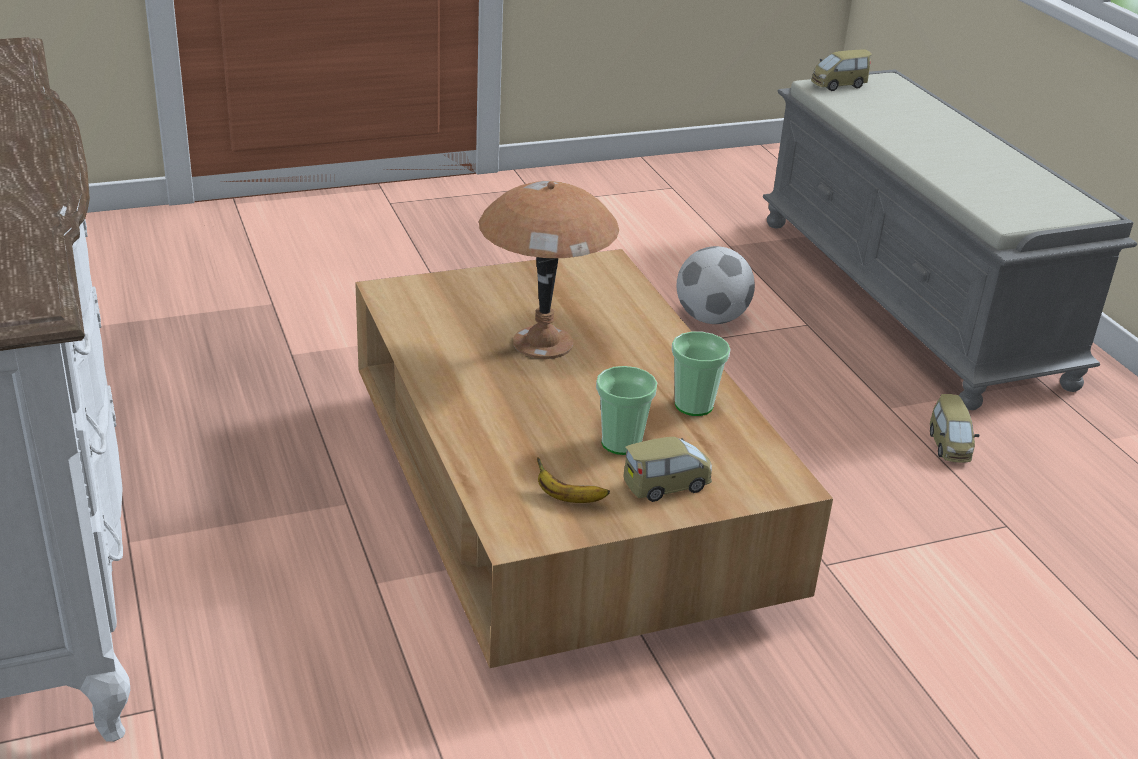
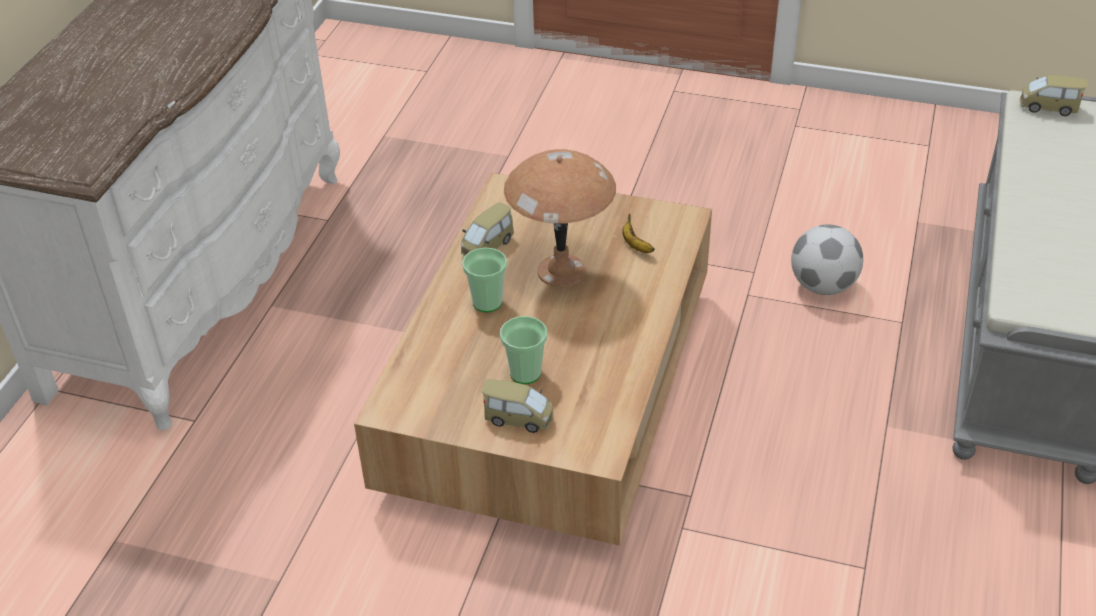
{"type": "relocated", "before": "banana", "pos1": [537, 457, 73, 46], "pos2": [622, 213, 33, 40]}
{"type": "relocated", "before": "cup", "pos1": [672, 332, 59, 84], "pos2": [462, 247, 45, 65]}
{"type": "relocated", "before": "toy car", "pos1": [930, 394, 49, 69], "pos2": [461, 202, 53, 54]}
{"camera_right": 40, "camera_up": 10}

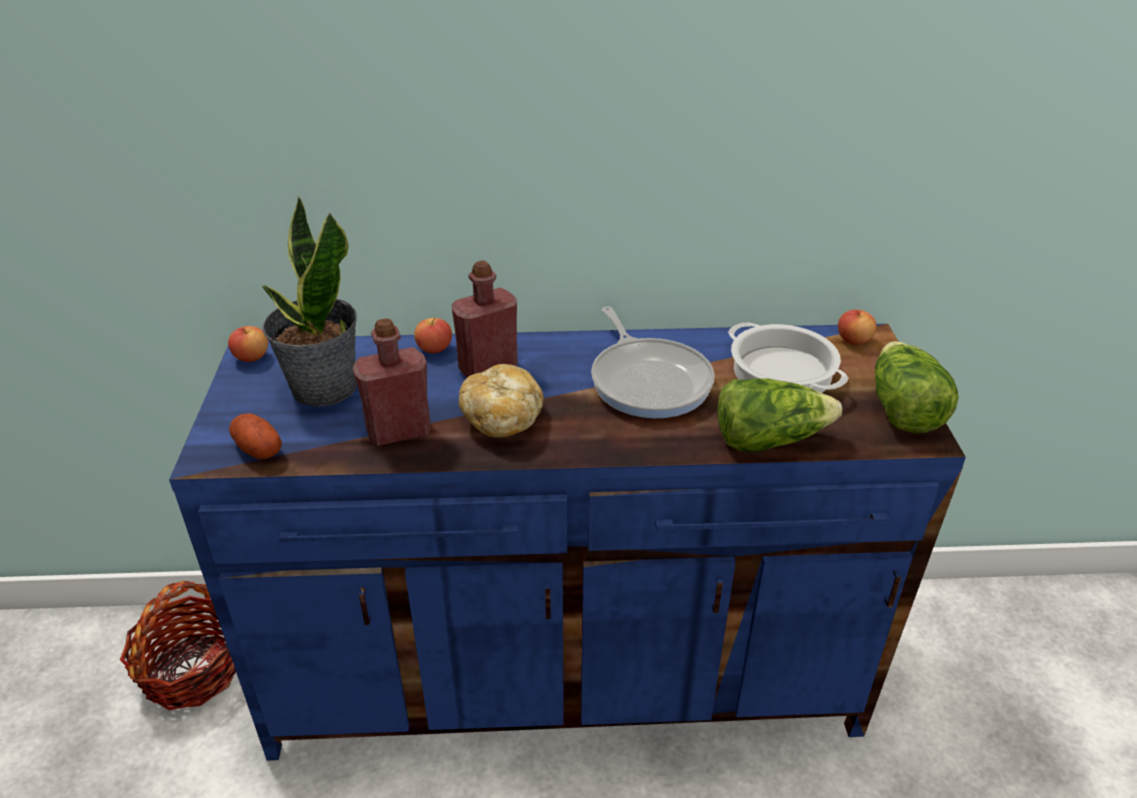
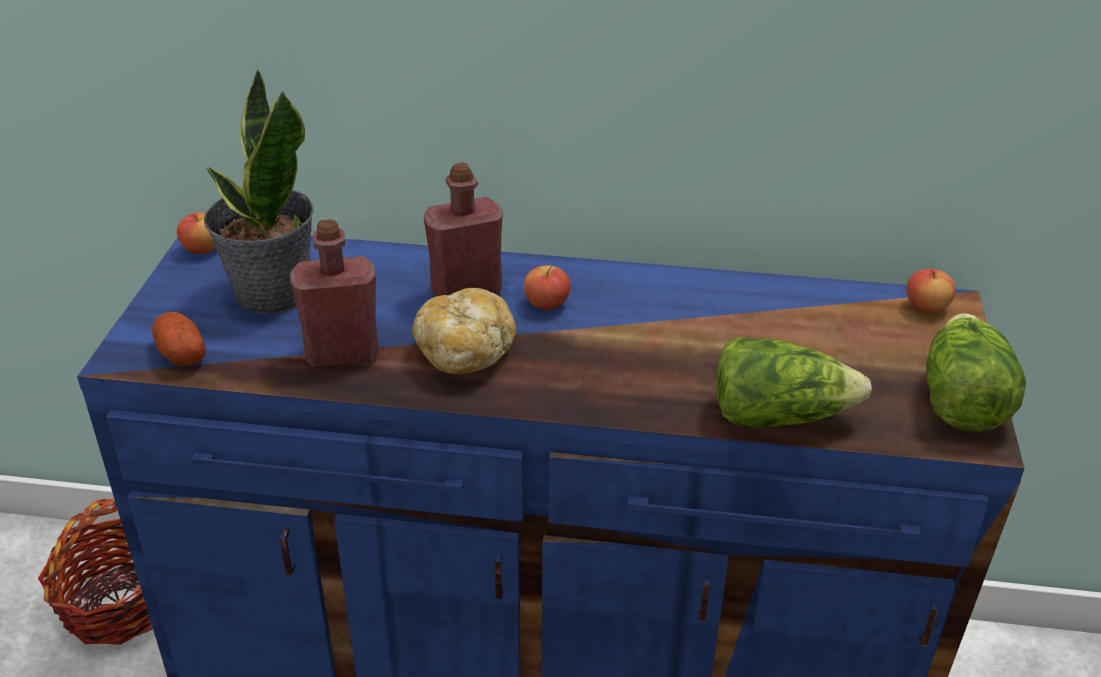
{"type": "missing", "before": "frying pan", "pos1": [591, 306, 123, 112]}
{"type": "missing", "before": "cooking pot", "pos1": [728, 322, 121, 71]}
{"type": "relocated", "before": "apple", "pos1": [414, 318, 38, 35], "pos2": [524, 265, 47, 45]}
{"camera_right": 10, "camera_up": 0}

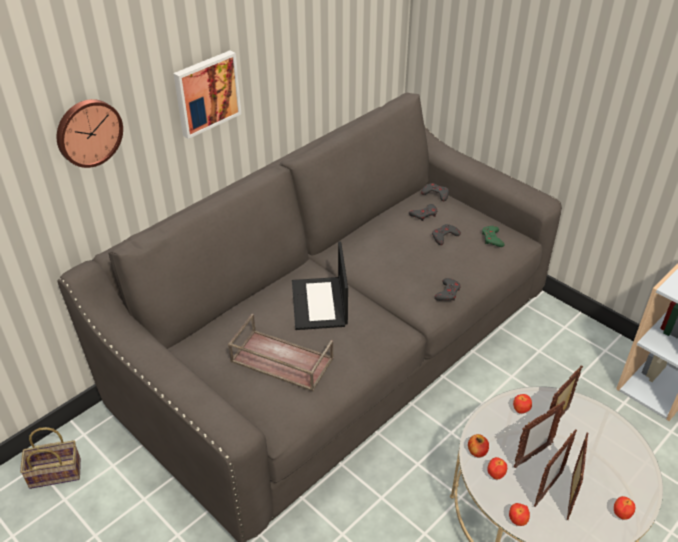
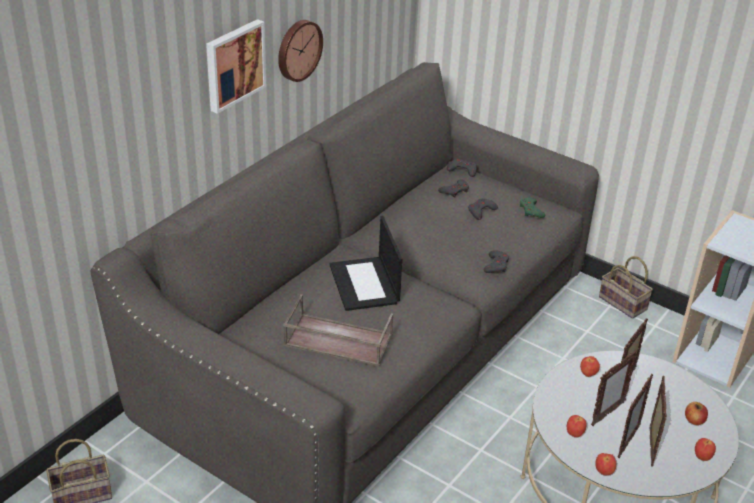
{"type": "appeared", "after": "basket", "pos2": [599, 256, 54, 63]}
{"type": "relocated", "before": "wall clock", "pos1": [57, 99, 66, 69], "pos2": [278, 20, 45, 62]}
{"type": "relocated", "before": "apple", "pos1": [468, 434, 21, 23], "pos2": [685, 402, 23, 23]}
{"camera_right": -10, "camera_up": -5}

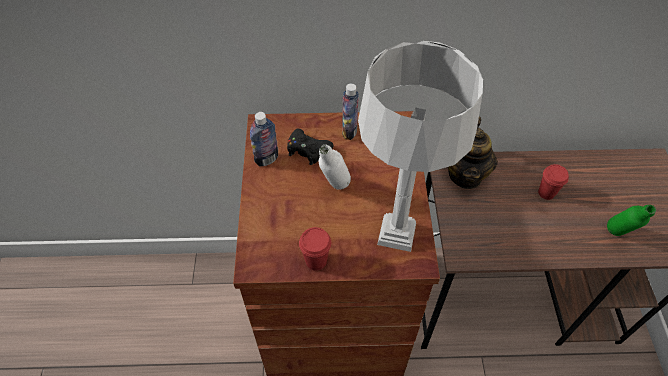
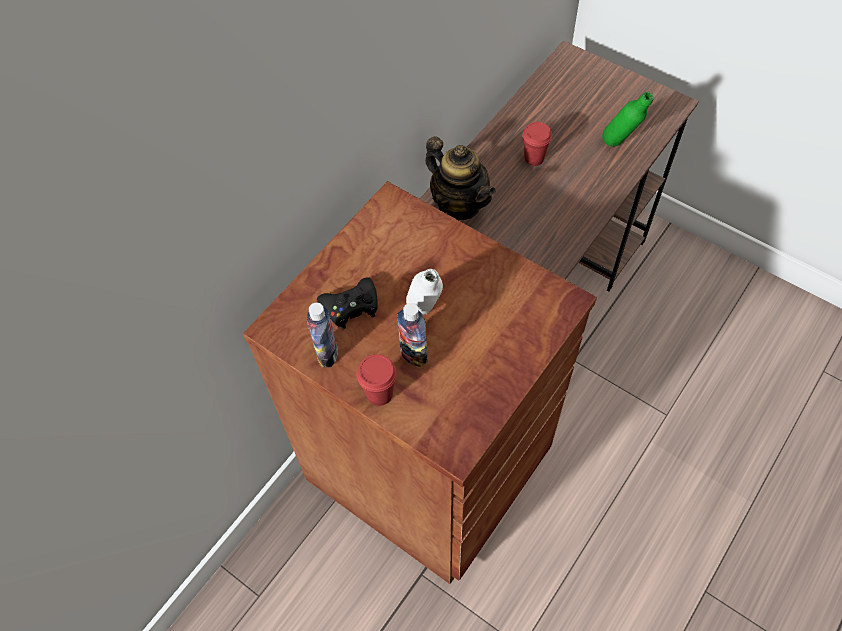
{"type": "missing", "before": "grey table lamp", "pos1": [358, 41, 125, 211]}
{"type": "relocated", "before": "red cup", "pos1": [299, 227, 32, 44], "pos2": [357, 354, 40, 52]}
{"type": "relocated", "before": "bottle", "pos1": [342, 83, 17, 57], "pos2": [397, 303, 31, 64]}
{"camera_right": -50, "camera_up": 5}

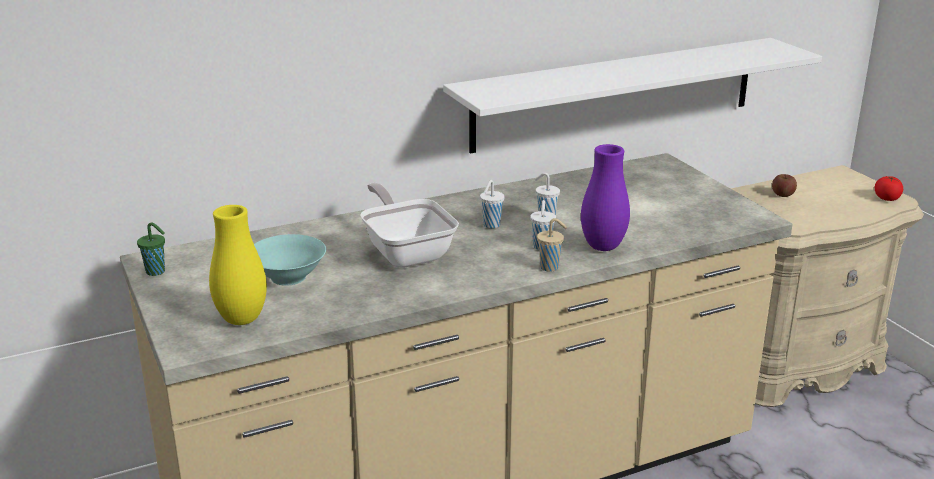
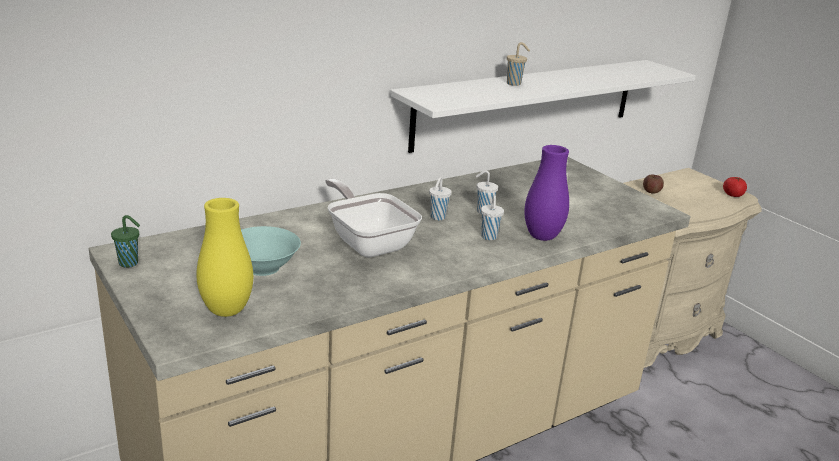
{"type": "relocated", "before": "beige cup", "pos1": [537, 218, 30, 54], "pos2": [507, 42, 23, 44]}
{"camera_right": -10, "camera_up": 0}

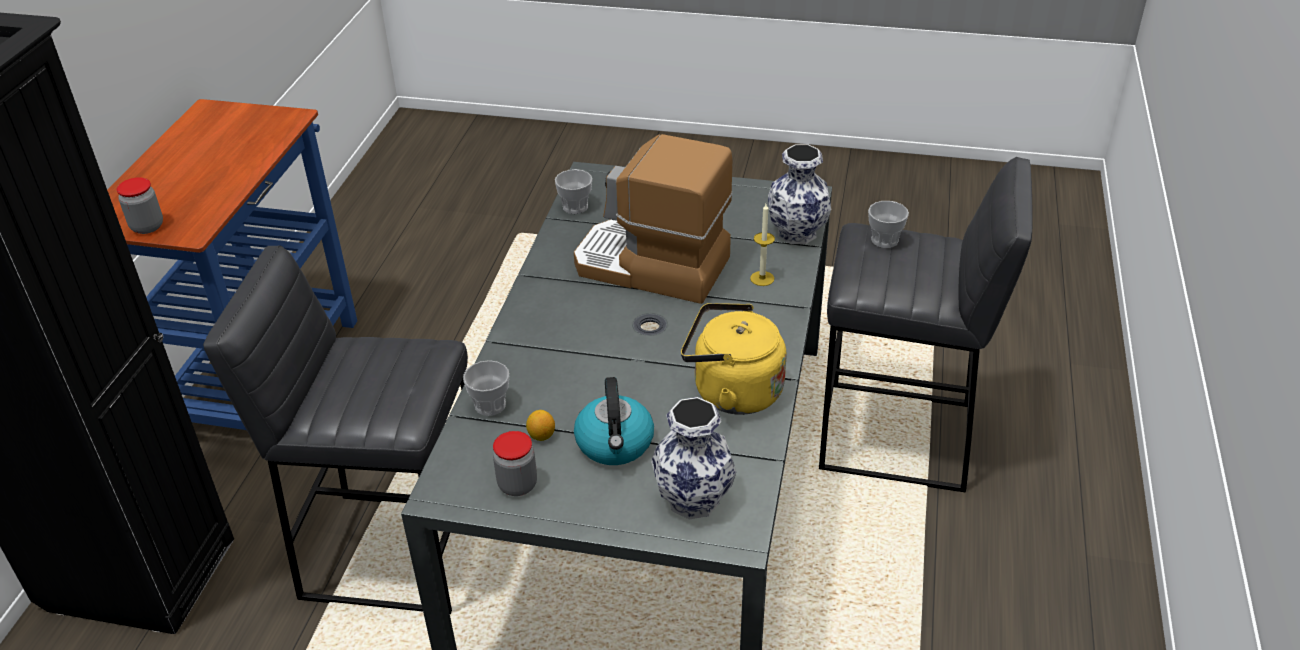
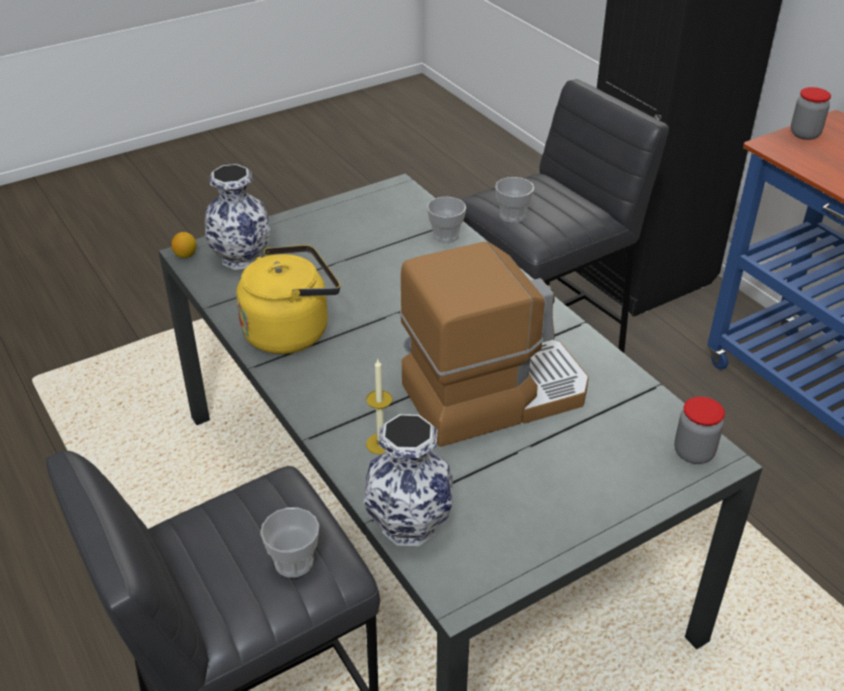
{"type": "missing", "before": "kettle", "pos1": [574, 377, 80, 88]}
{"type": "relocated", "before": "jar", "pos1": [493, 431, 44, 65], "pos2": [674, 397, 51, 67]}
{"type": "relocated", "before": "lemon", "pos1": [526, 410, 29, 31], "pos2": [171, 232, 25, 26]}
{"type": "relocated", "before": "cup", "pos1": [555, 169, 37, 45], "pos2": [495, 177, 39, 46]}
{"camera_right": 135, "camera_up": 0}

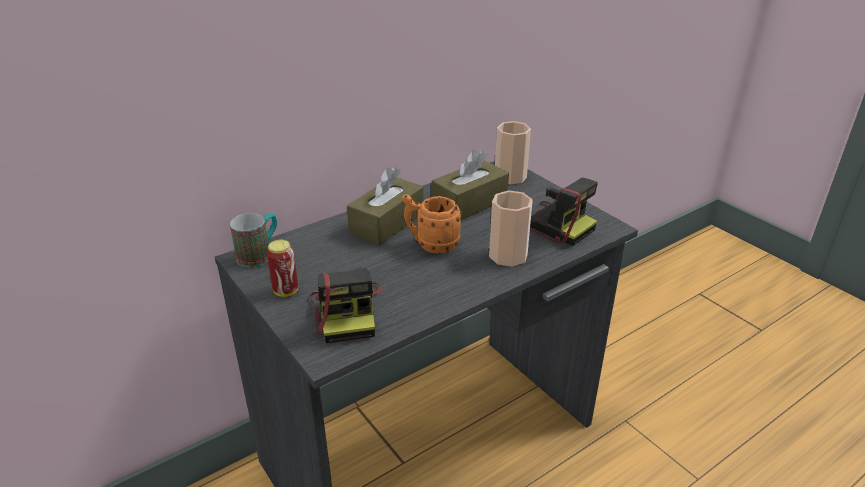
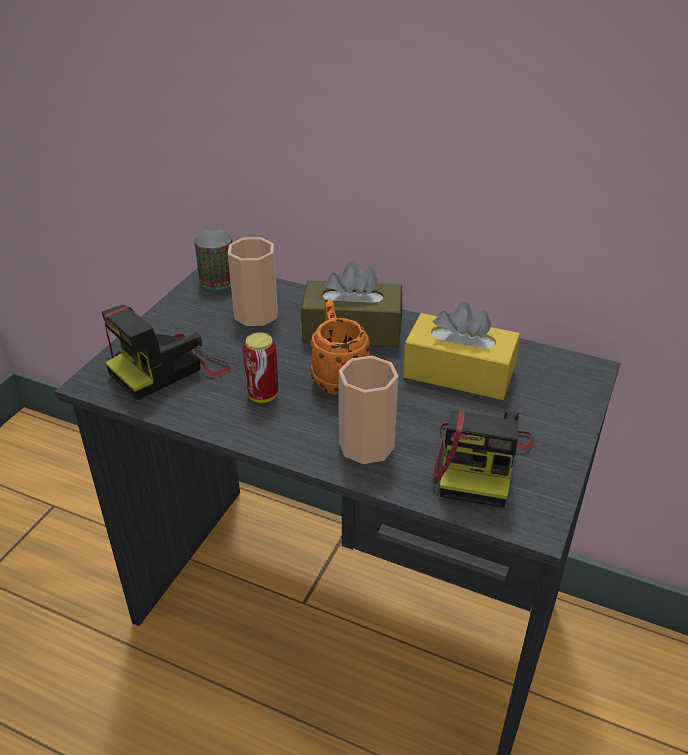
{"type": "relocated", "before": "can", "pos1": [267, 240, 31, 57], "pos2": [243, 332, 35, 71]}
{"type": "relocated", "before": "cup", "pos1": [495, 121, 36, 64], "pos2": [228, 237, 50, 89]}
{"type": "colour", "before": "brown tissue box", "after": "yellow tissue box", "pos1": [431, 150, 78, 70], "pos2": [403, 302, 117, 98]}
{"camera_right": 60, "camera_up": 5}

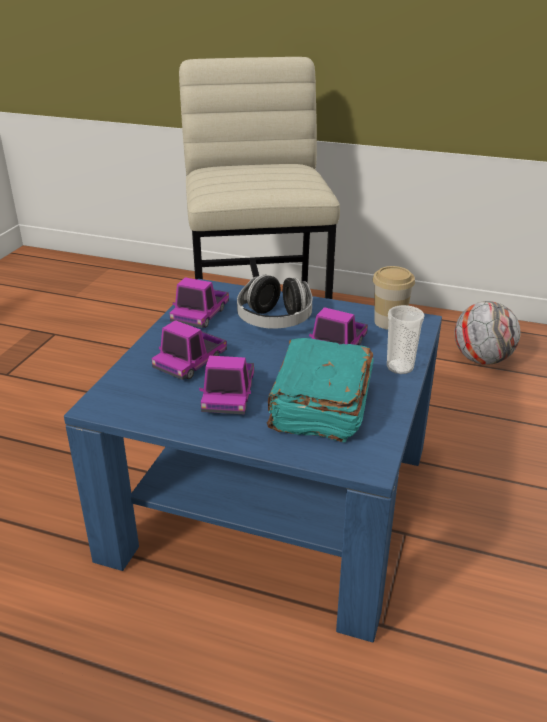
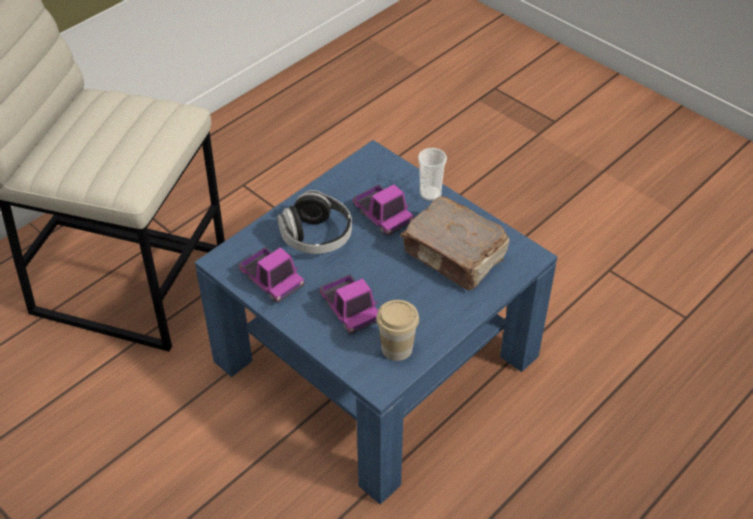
{"type": "missing", "before": "toy truck", "pos1": [199, 356, 55, 59]}
{"type": "missing", "before": "football", "pos1": [454, 301, 67, 64]}
{"type": "relocated", "before": "cup", "pos1": [373, 266, 42, 64], "pos2": [376, 300, 43, 61]}
{"type": "colour", "before": "turquoise book", "after": "brown book", "pos1": [267, 338, 107, 104], "pos2": [401, 196, 109, 95]}
{"camera_right": -65, "camera_up": 15}

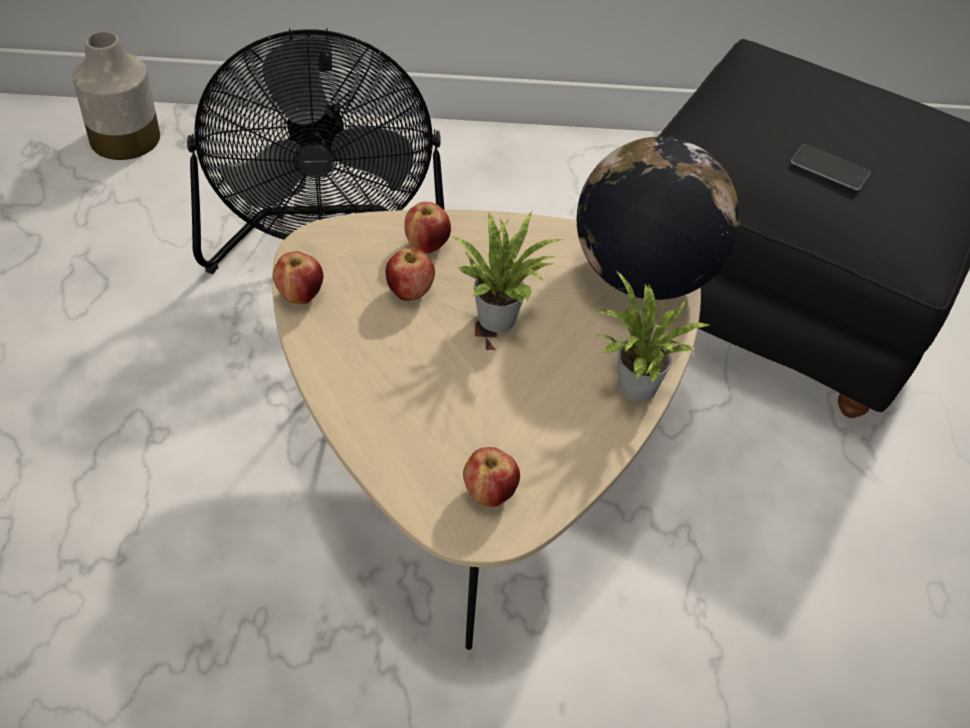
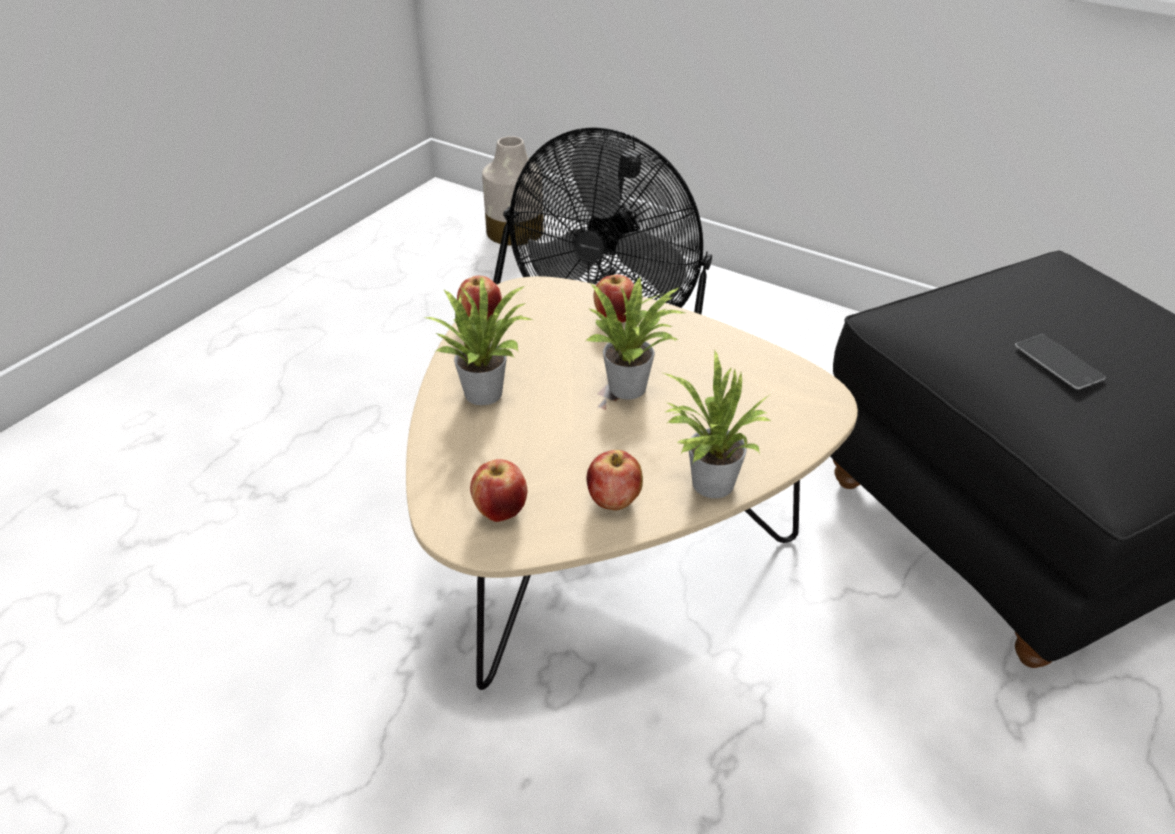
{"type": "missing", "before": "globe", "pos1": [577, 136, 164, 164]}
{"type": "appeared", "after": "potted plant", "pos2": [423, 276, 109, 129]}
{"type": "relocated", "before": "apple", "pos1": [386, 248, 49, 53], "pos2": [586, 450, 57, 60]}
{"camera_right": 35, "camera_up": -10}

